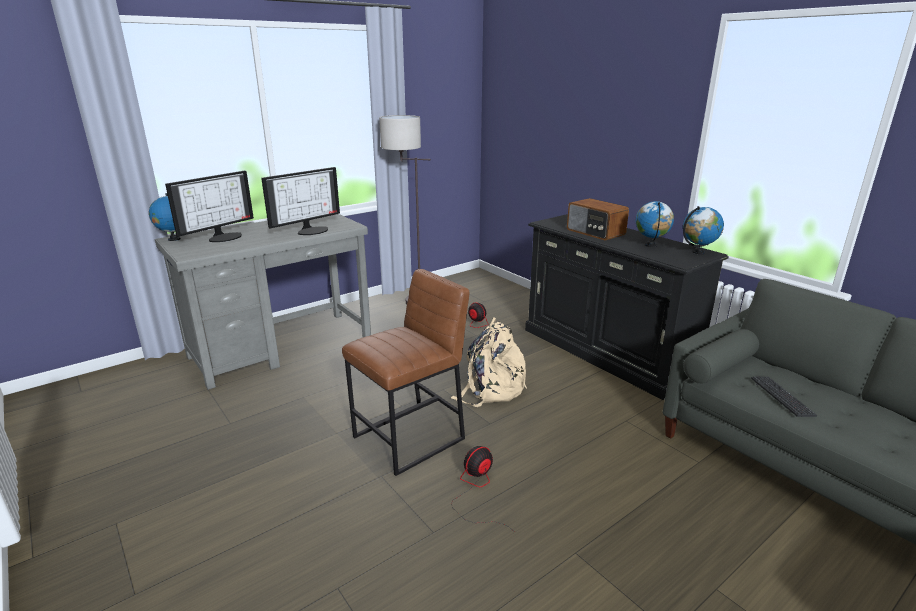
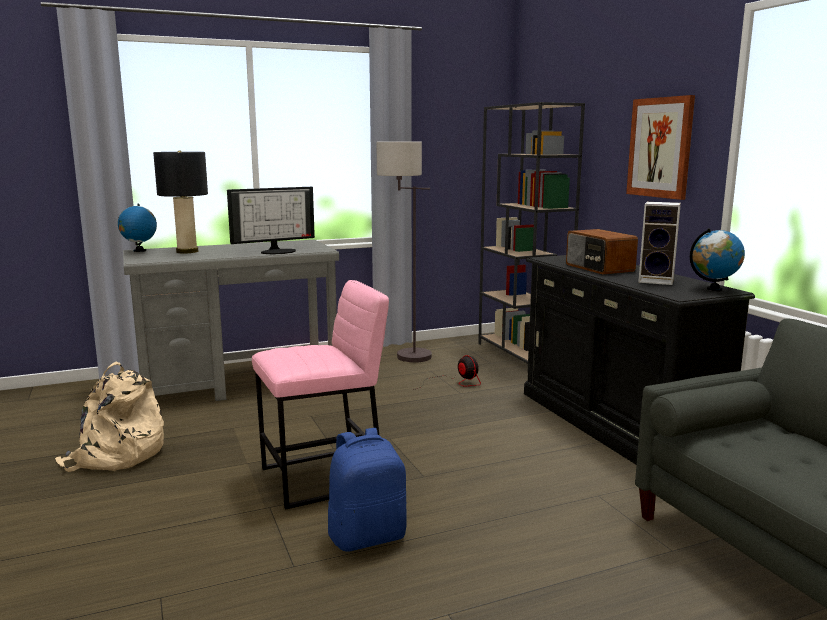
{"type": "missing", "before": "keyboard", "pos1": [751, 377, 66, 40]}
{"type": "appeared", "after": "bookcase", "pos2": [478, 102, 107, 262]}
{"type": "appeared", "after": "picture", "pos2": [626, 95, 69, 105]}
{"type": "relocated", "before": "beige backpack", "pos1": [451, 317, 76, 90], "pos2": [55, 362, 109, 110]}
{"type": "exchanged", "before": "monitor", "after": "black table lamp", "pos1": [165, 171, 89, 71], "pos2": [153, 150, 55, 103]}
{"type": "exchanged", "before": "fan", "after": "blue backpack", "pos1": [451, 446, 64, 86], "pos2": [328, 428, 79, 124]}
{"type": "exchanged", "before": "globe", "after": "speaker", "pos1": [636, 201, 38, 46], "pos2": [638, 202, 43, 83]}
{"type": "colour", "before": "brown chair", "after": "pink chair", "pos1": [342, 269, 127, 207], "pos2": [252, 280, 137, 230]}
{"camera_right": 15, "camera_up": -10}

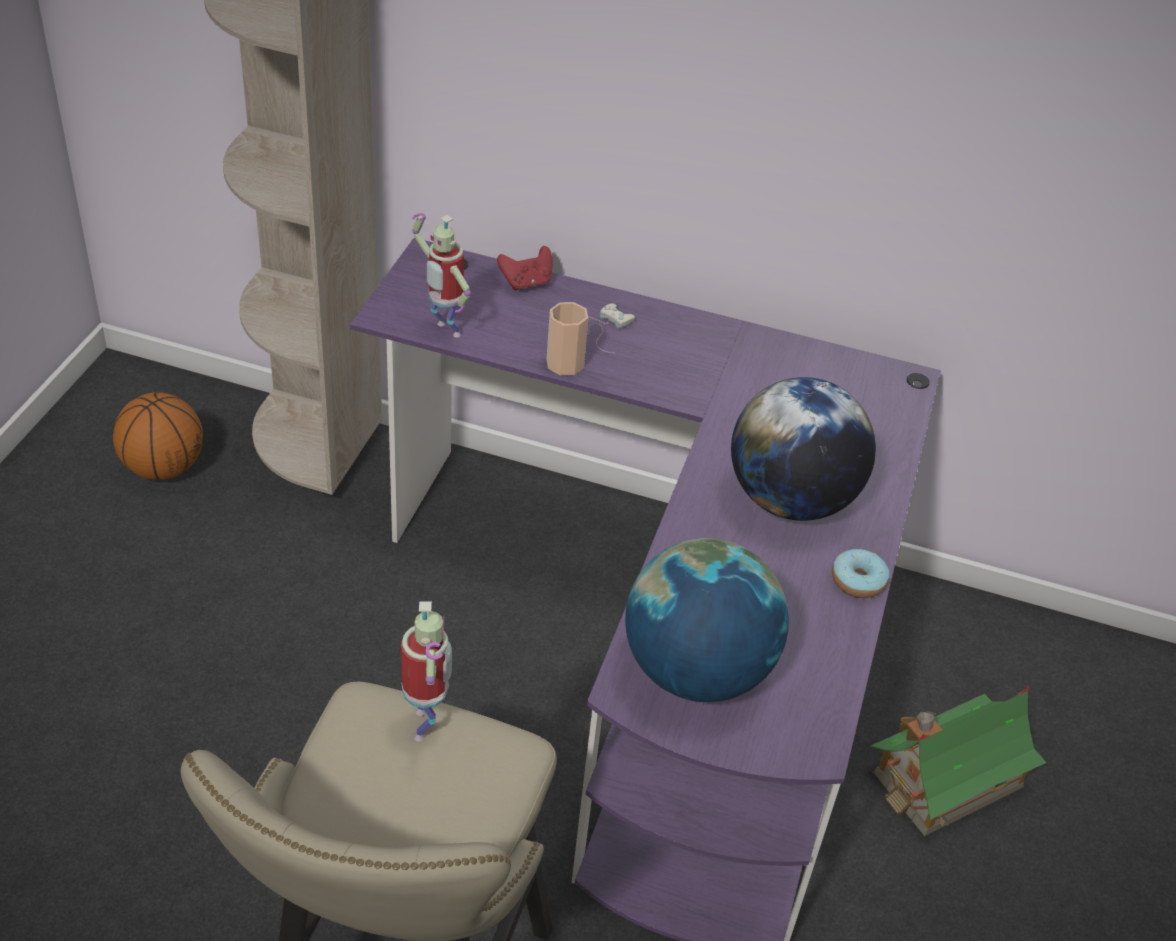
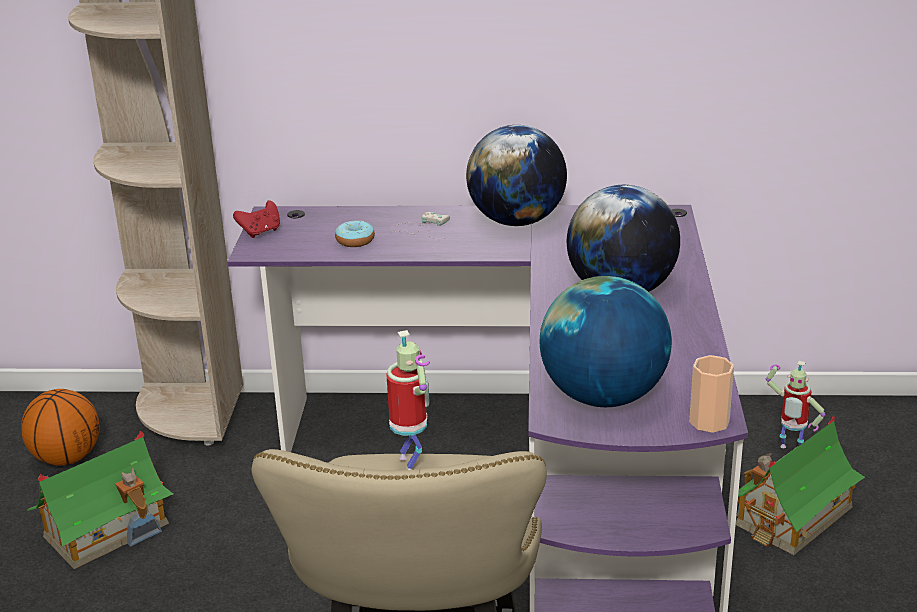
{"type": "appeared", "after": "toy house", "pos2": [27, 431, 146, 138]}
{"type": "appeared", "after": "globe", "pos2": [466, 125, 101, 101]}
{"type": "relocated", "before": "toy robot", "pos1": [412, 213, 59, 125], "pos2": [766, 361, 60, 87]}
{"type": "relocated", "before": "red game controller", "pos1": [497, 246, 55, 44], "pos2": [233, 201, 47, 37]}
{"type": "relocated", "before": "cup", "pos1": [546, 302, 42, 73], "pos2": [689, 355, 45, 78]}
{"type": "relocated", "before": "donut", "pos1": [832, 549, 58, 49], "pos2": [335, 221, 40, 26]}
{"camera_right": -10, "camera_up": -15}

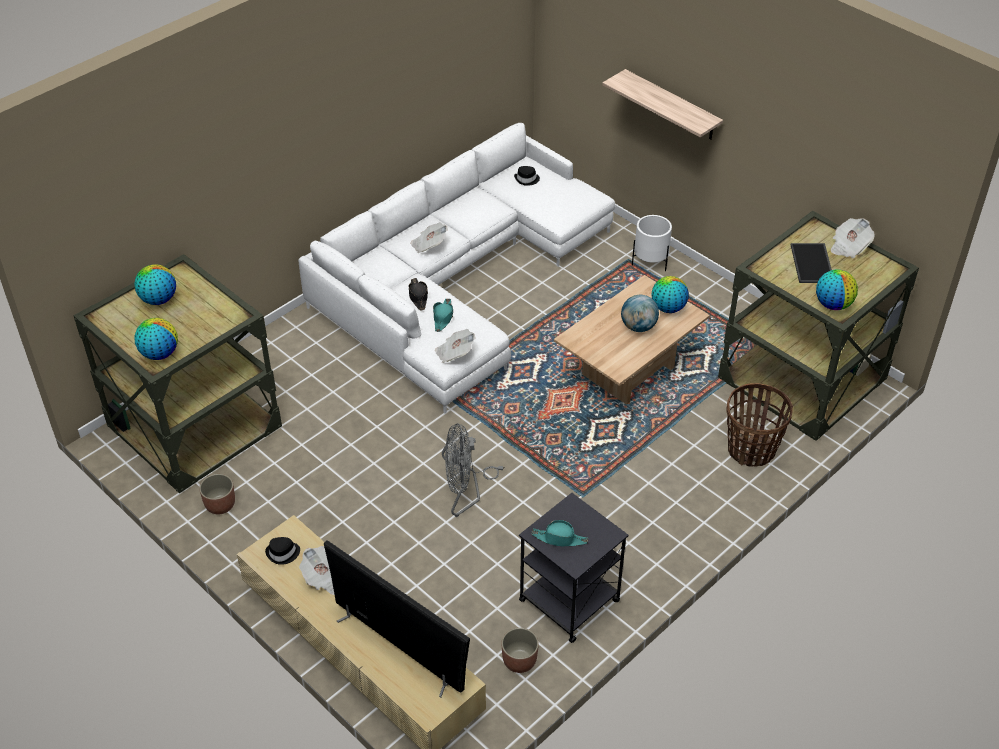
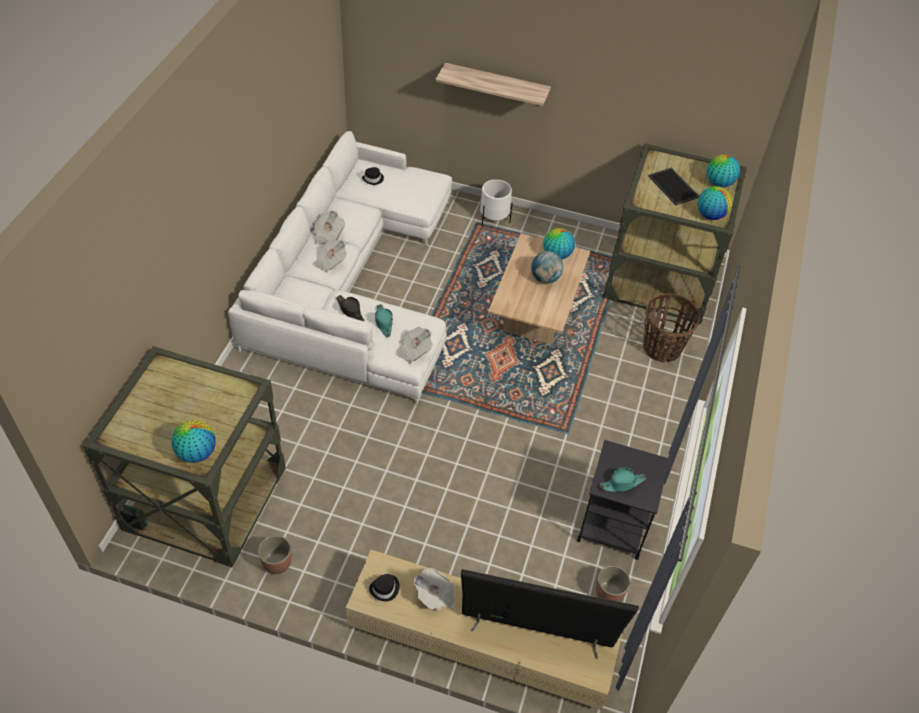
{"type": "missing", "before": "grey fan", "pos1": [442, 423, 63, 95]}
{"type": "relocated", "before": "globe", "pos1": [134, 264, 42, 41], "pos2": [707, 154, 33, 33]}
{"type": "relocated", "before": "newspaper", "pos1": [831, 218, 44, 40], "pos2": [314, 211, 31, 34]}
{"camera_right": -30, "camera_up": 5}

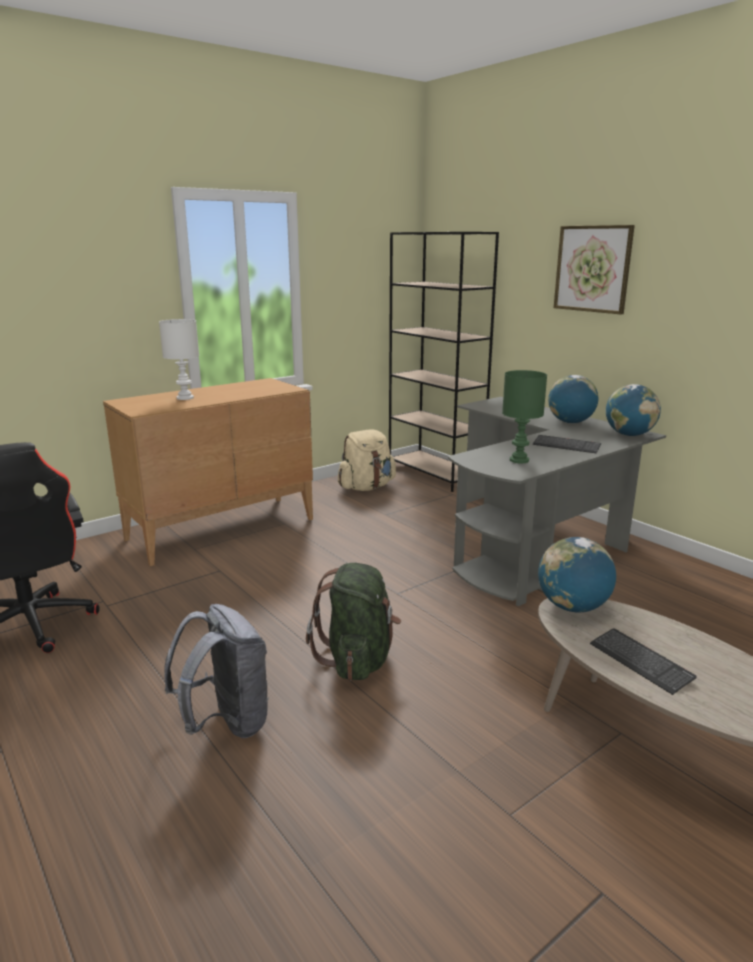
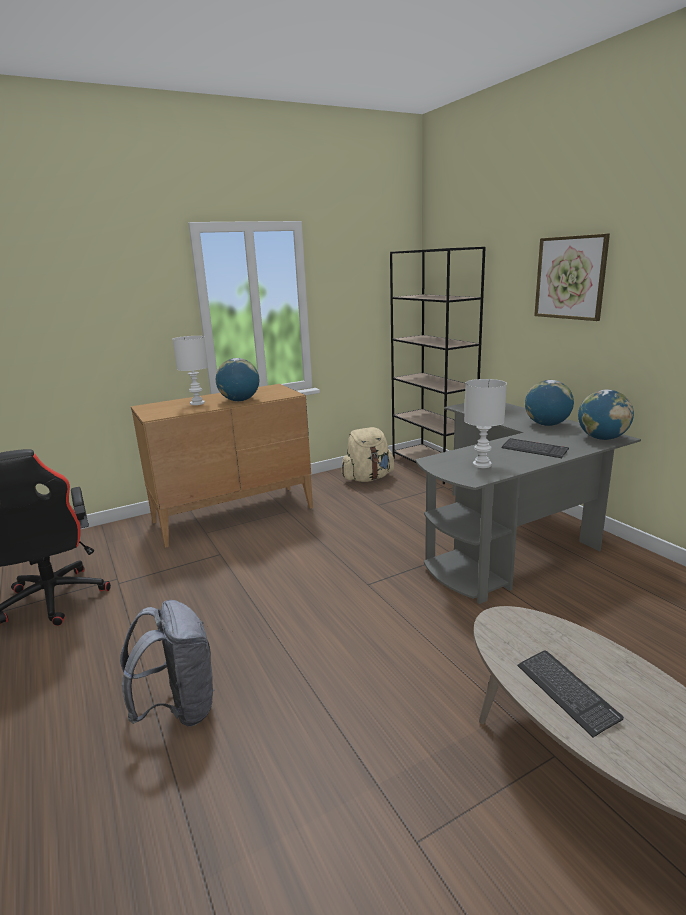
{"type": "missing", "before": "green backpack", "pos1": [306, 563, 95, 118]}
{"type": "relocated", "before": "globe", "pos1": [538, 537, 78, 75], "pos2": [216, 358, 43, 43]}
{"type": "colour", "before": "green table lamp", "after": "white table lamp", "pos1": [502, 370, 45, 93], "pos2": [464, 379, 43, 89]}
{"camera_right": 10, "camera_up": 0}

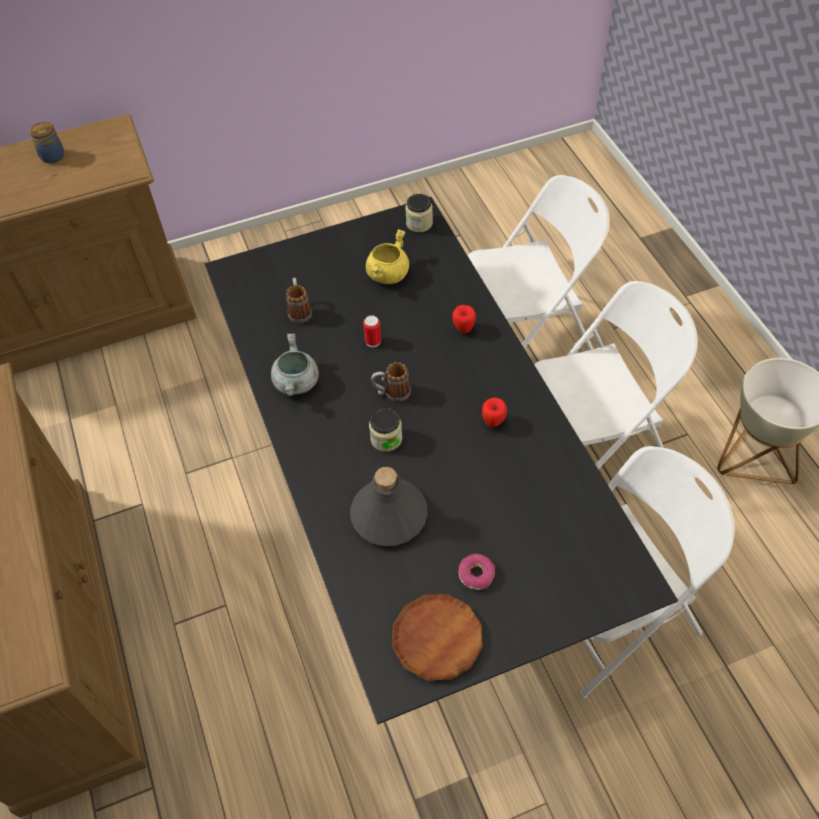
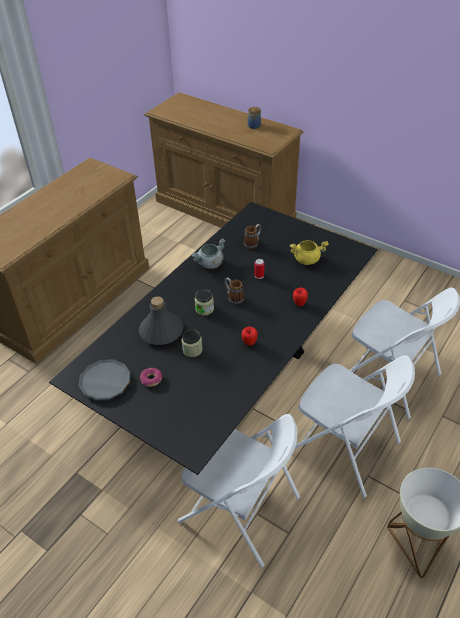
{"type": "relocated", "before": "jar", "pos1": [405, 194, 28, 38], "pos2": [181, 329, 21, 28]}
{"type": "colour", "before": "brown plate", "after": "grey plate", "pos1": [392, 594, 91, 86], "pos2": [79, 359, 51, 41]}
{"camera_right": 55, "camera_up": -10}

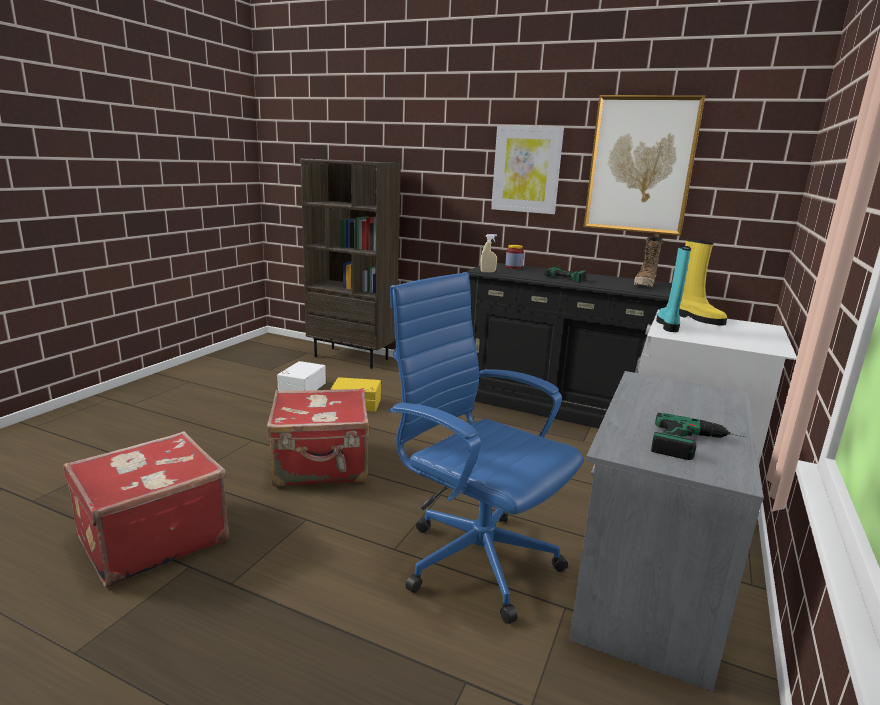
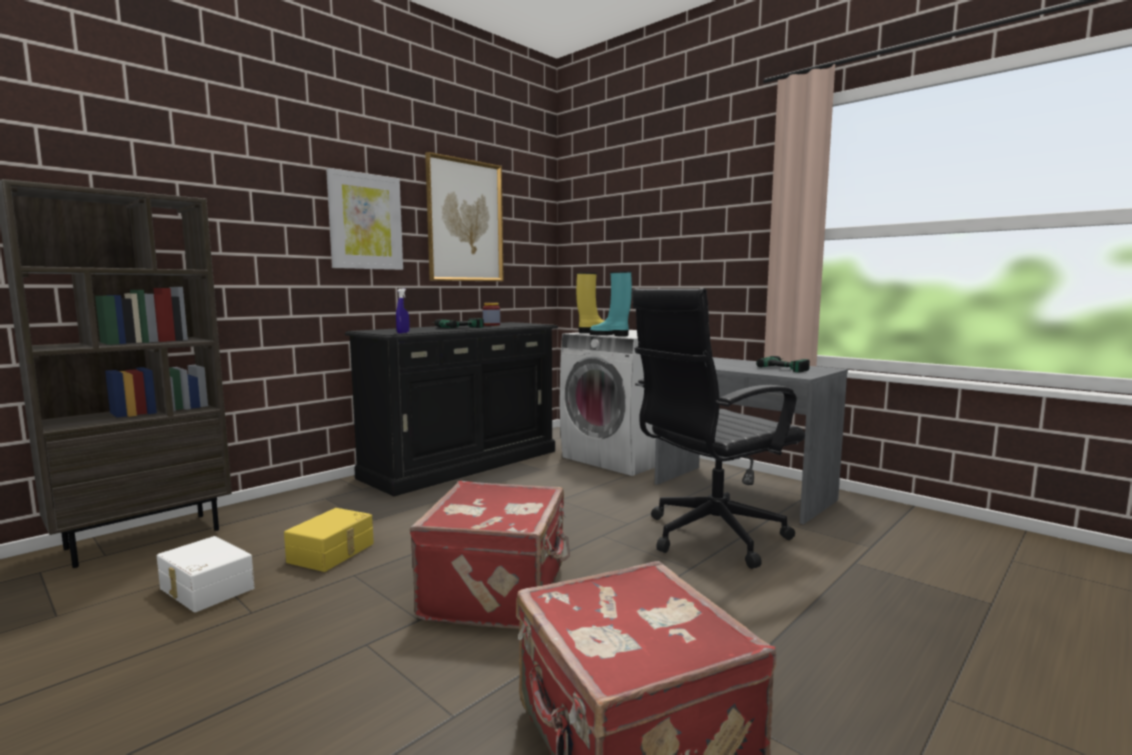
{"type": "missing", "before": "boot", "pos1": [634, 234, 30, 53]}
{"type": "relocated", "before": "jar", "pos1": [505, 245, 19, 24], "pos2": [483, 303, 17, 23]}
{"type": "colour", "before": "blue office chair", "after": "black office chair", "pos1": [389, 272, 195, 352], "pos2": [632, 288, 173, 281]}
{"type": "colour", "before": "beige spray bottle", "after": "blue spray bottle", "pos1": [480, 234, 17, 38], "pos2": [396, 289, 13, 45]}
{"camera_right": -70, "camera_up": -10}

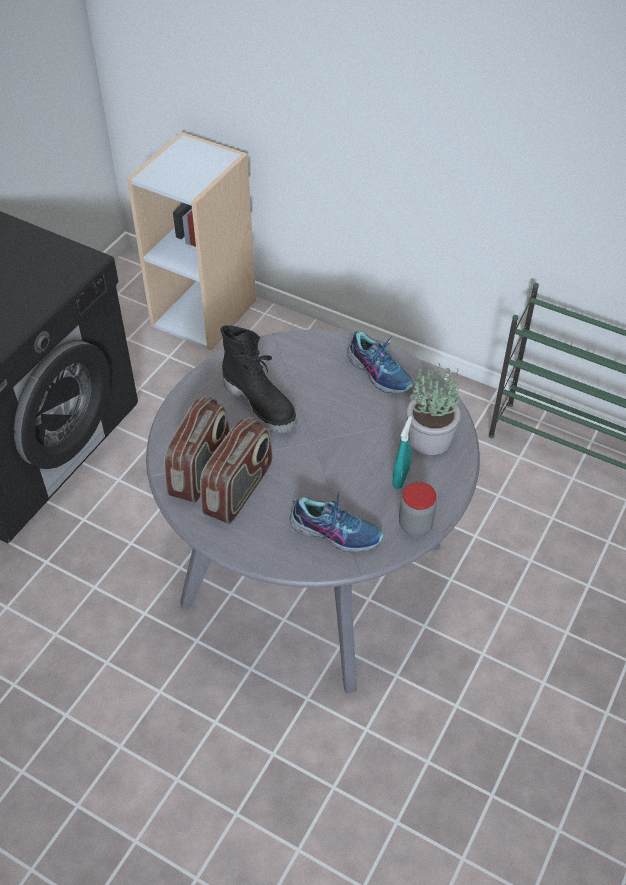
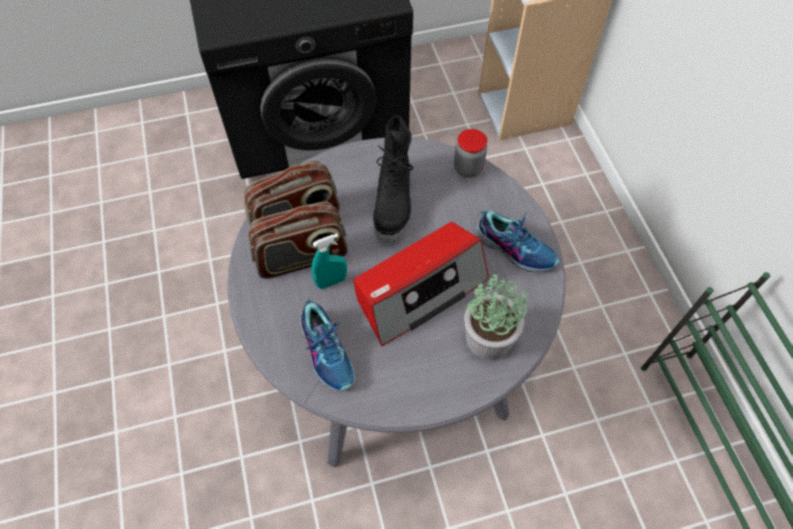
{"type": "appeared", "after": "radio", "pos2": [354, 222, 135, 124]}
{"type": "relocated", "before": "turquoise spray bottle", "pos1": [392, 416, 20, 73], "pos2": [311, 234, 36, 55]}
{"type": "relocated", "before": "jar", "pos1": [399, 482, 38, 54], "pos2": [454, 129, 33, 49]}
{"type": "spun", "before": "shoe", "pos1": [347, 331, 67, 62], "pos2": [475, 210, 84, 62], "turn": -60}
{"camera_right": 45, "camera_up": 10}

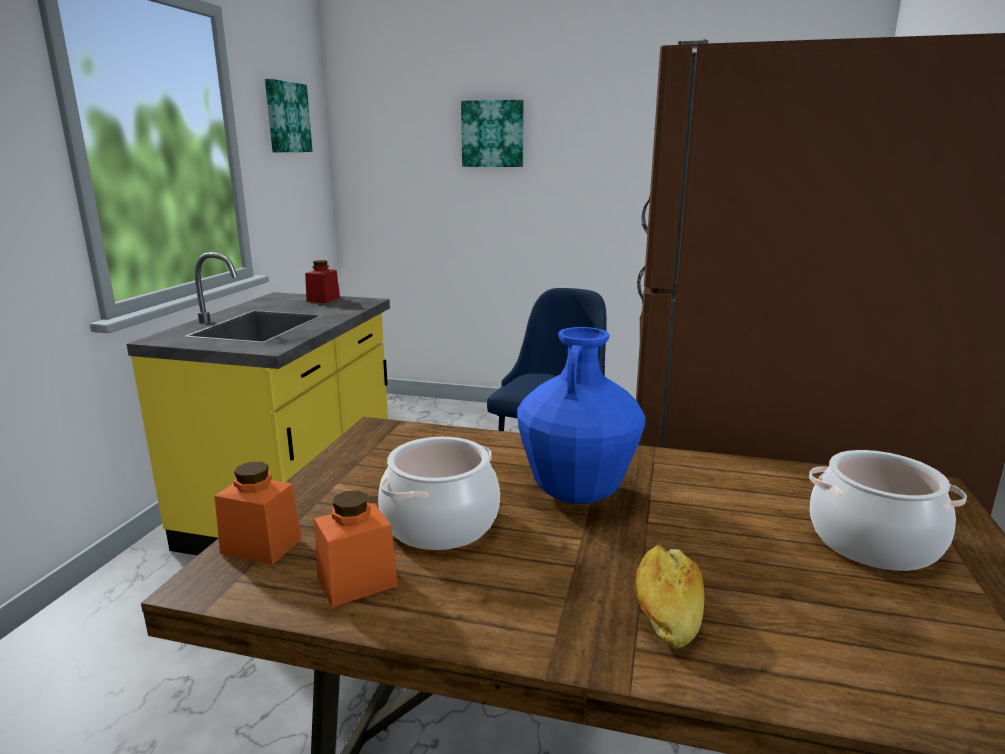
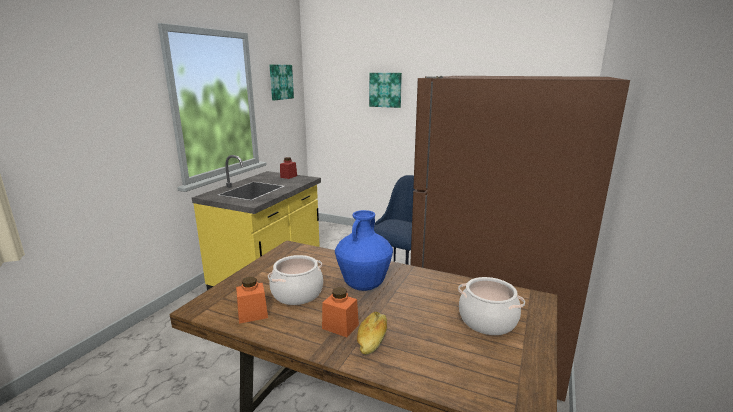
{"type": "relocated", "before": "orange jar", "pos1": [215, 462, 87, 103], "pos2": [322, 287, 37, 50]}
{"camera_right": 10, "camera_up": 0}

